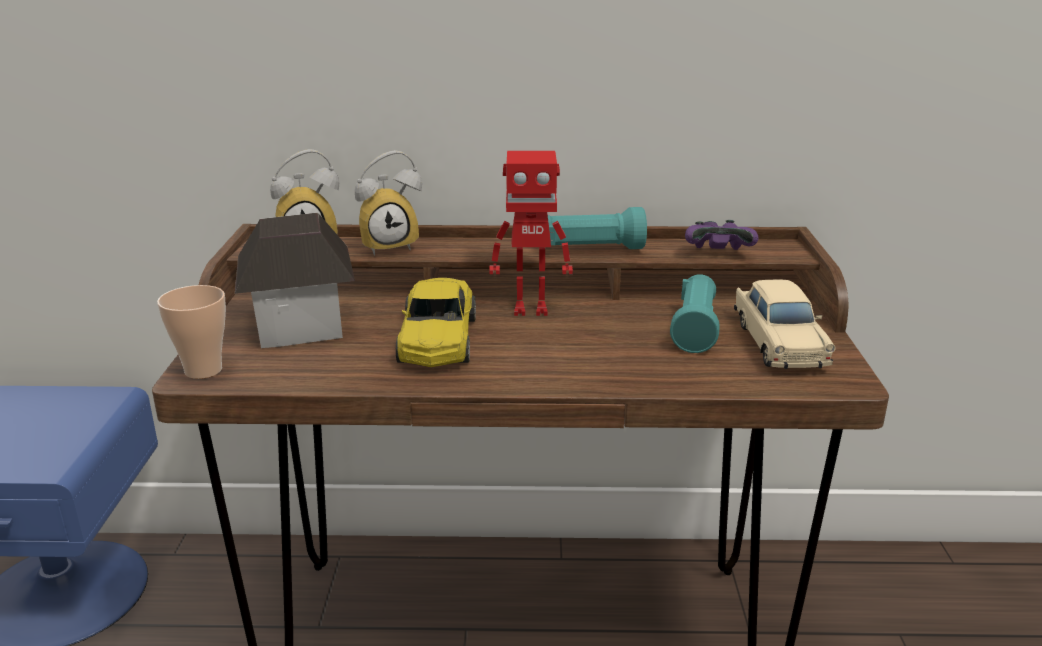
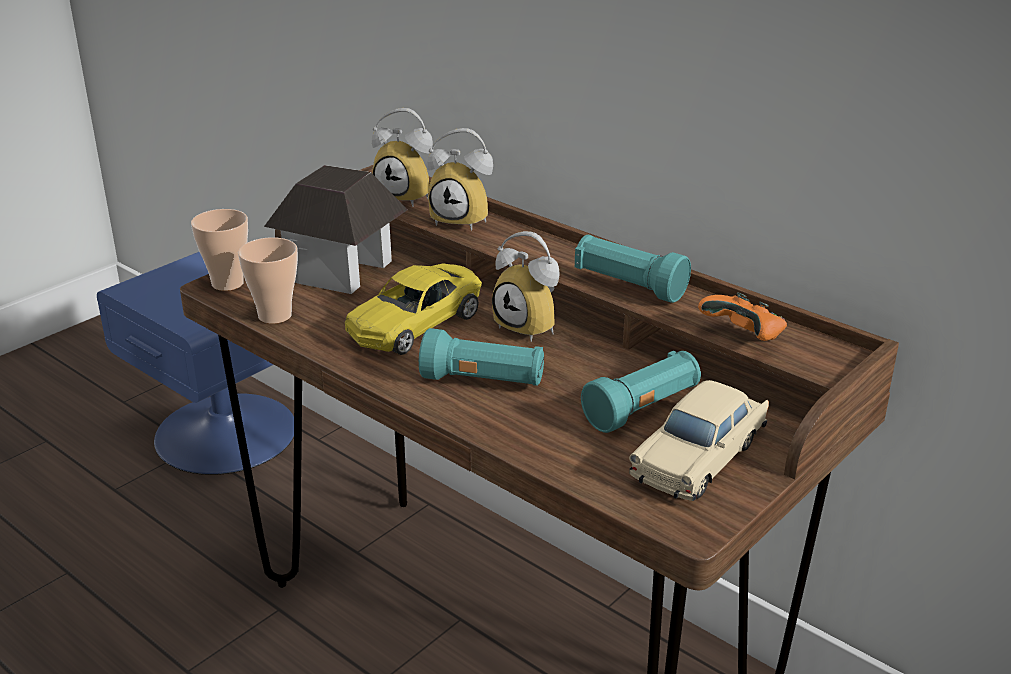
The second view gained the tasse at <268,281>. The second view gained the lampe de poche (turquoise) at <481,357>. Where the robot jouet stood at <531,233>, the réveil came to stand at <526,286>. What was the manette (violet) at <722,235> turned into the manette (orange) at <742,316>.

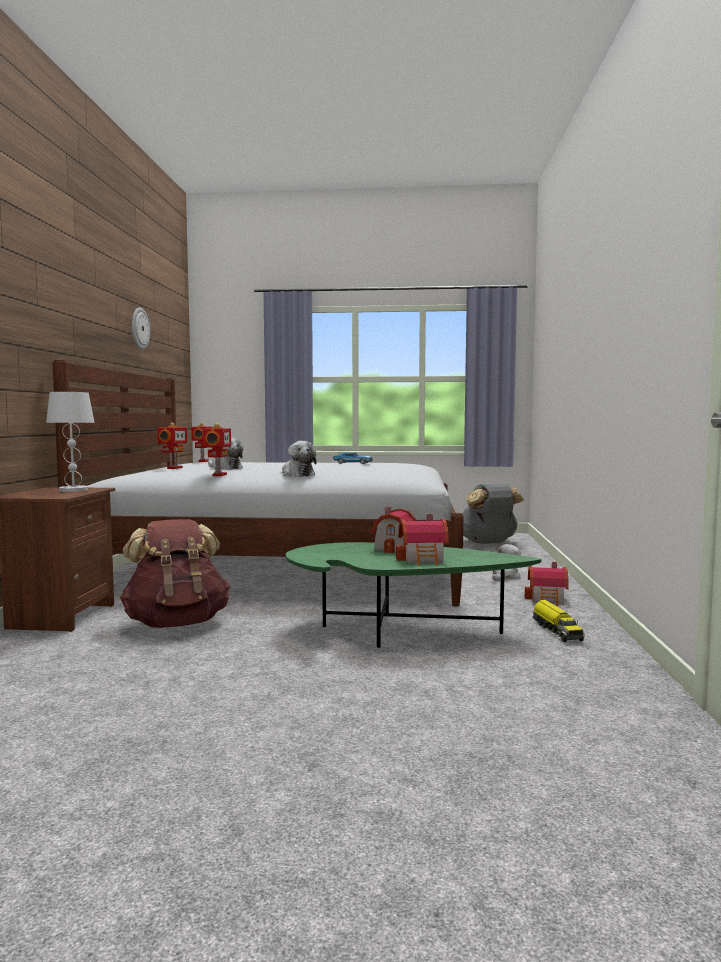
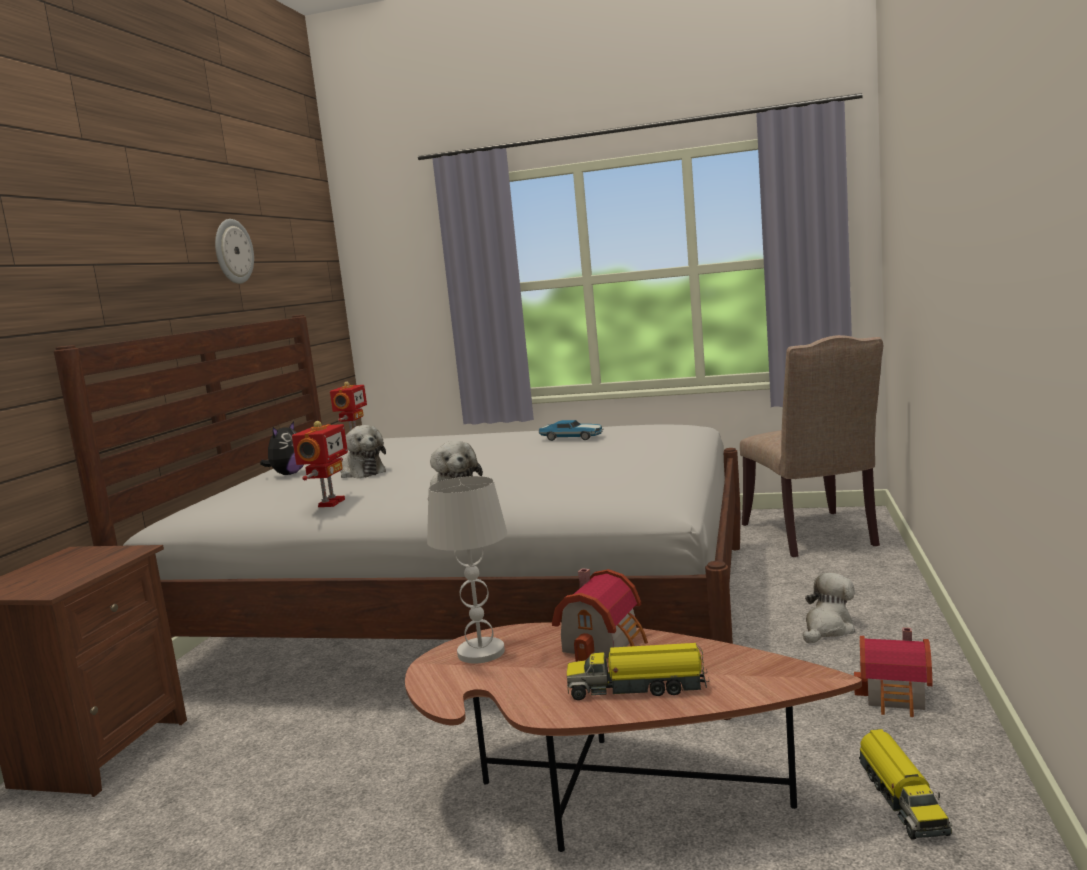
The second view lost the sac à dos (marron) at <175,573>. The lampe de table (blanc) ended up elsewhere, having gone from <70,442> to <467,570>. Where the robot jouet stood at <172,446>, the peluche came to stand at <281,448>. Where the maison miniature stood at <422,540>, the camion jouet came to stand at <638,671>. Where the sac à dos (gris) stood at <493,513>, the chaise (beige) came to stand at <812,446>. What was the table basse (vert) at <413,595> turned into the table basse (marron) at <633,737>.

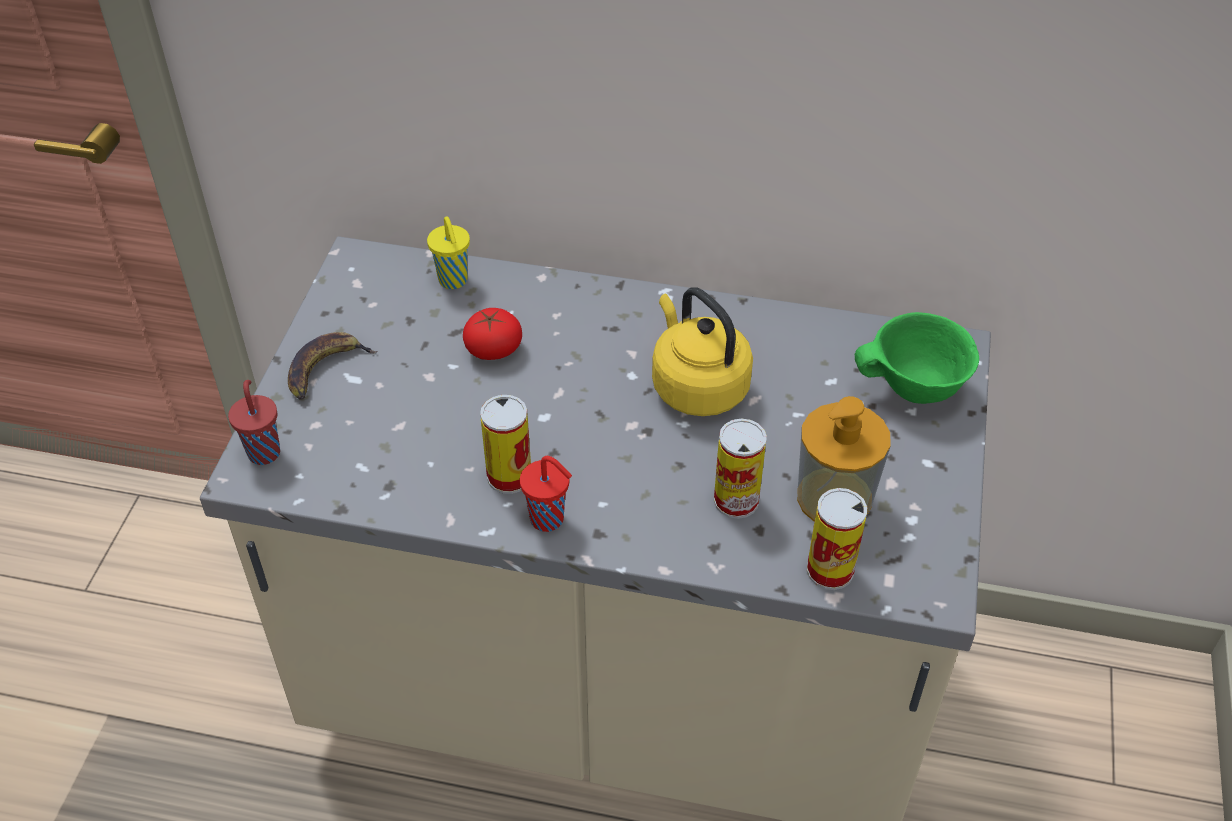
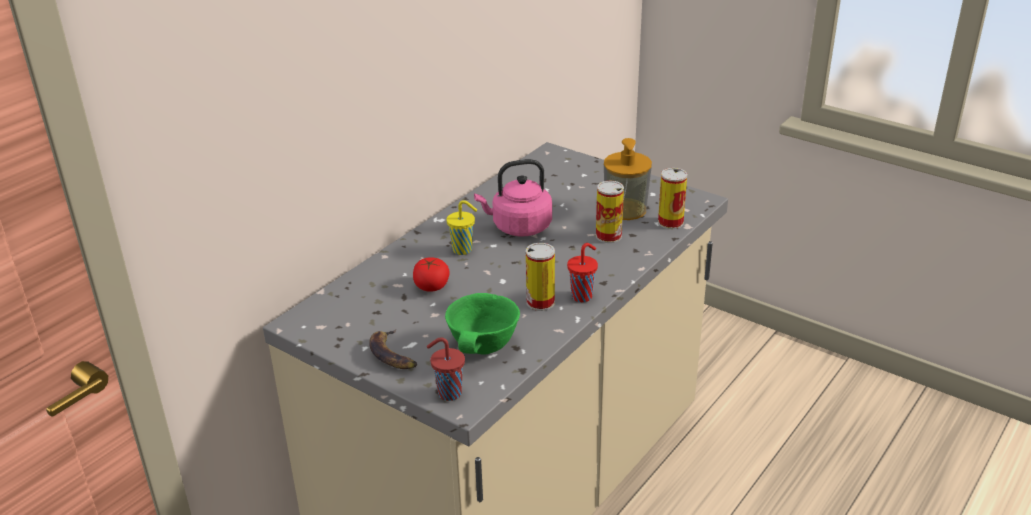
The tasse (jaune) ended up elsewhere, having gone from <448,252> to <462,227>. The bol (vert) ended up elsewhere, having gone from <917,358> to <482,324>. What was the bouilloire (jaune) at <702,351> turned into the bouilloire (rose) at <513,197>.

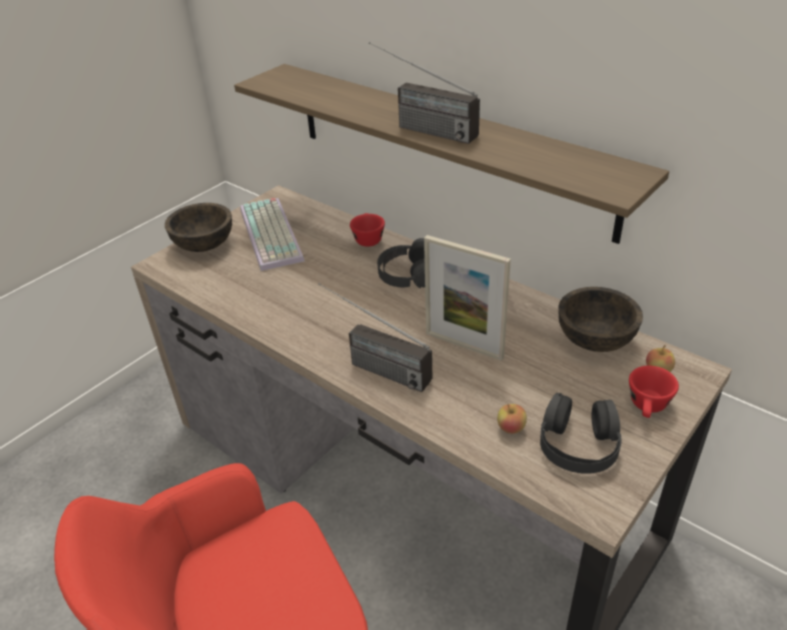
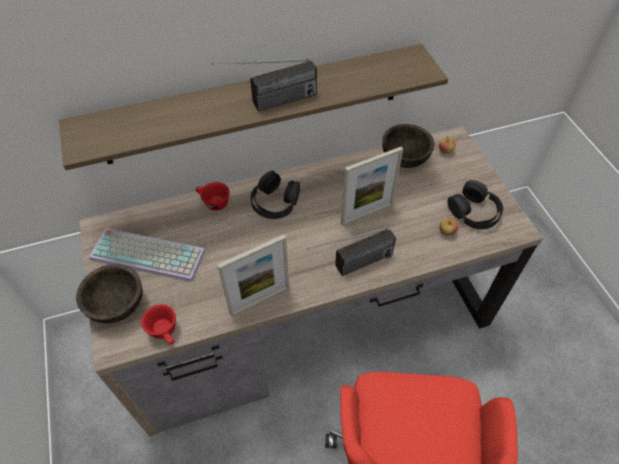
The second view gained the cadre photo at <253,275>. The tasse (rouge) ended up elsewhere, having gone from <654,392> to <158,324>.

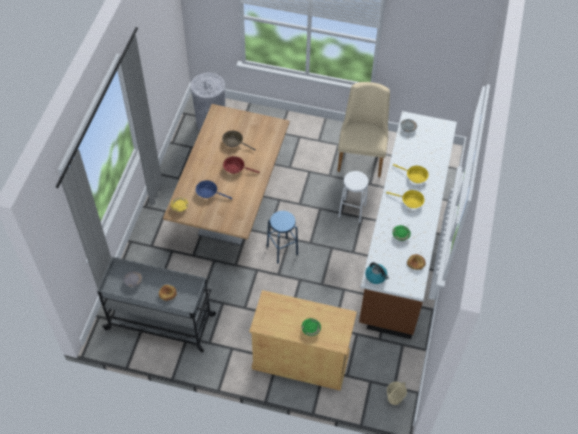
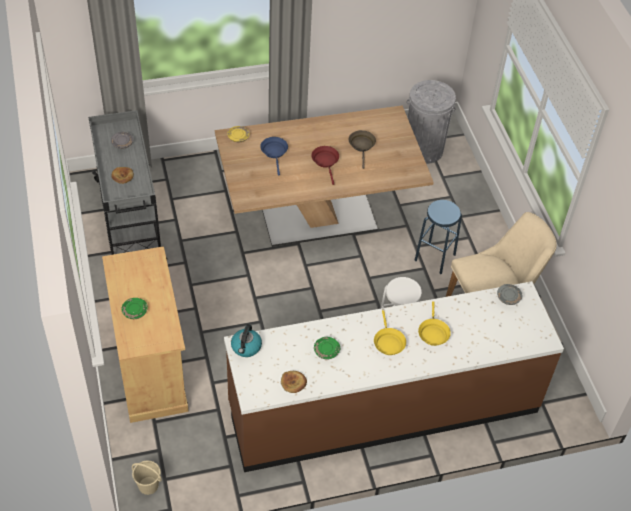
The tabouret (bleu) ended up elsewhere, having gone from <282,237> to <438,237>.

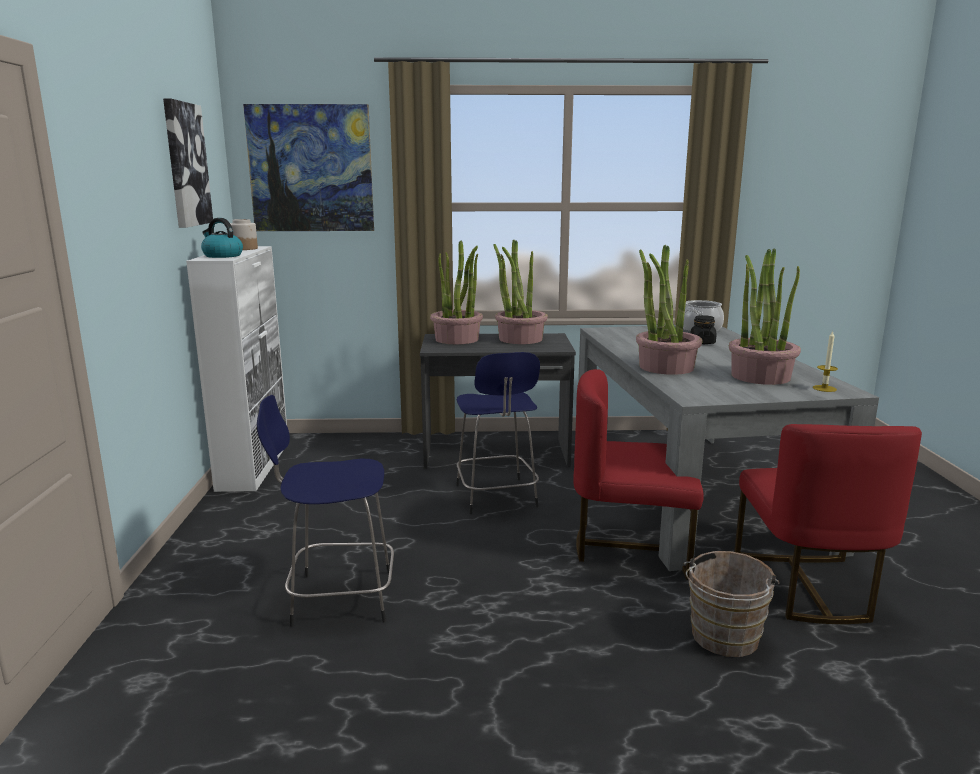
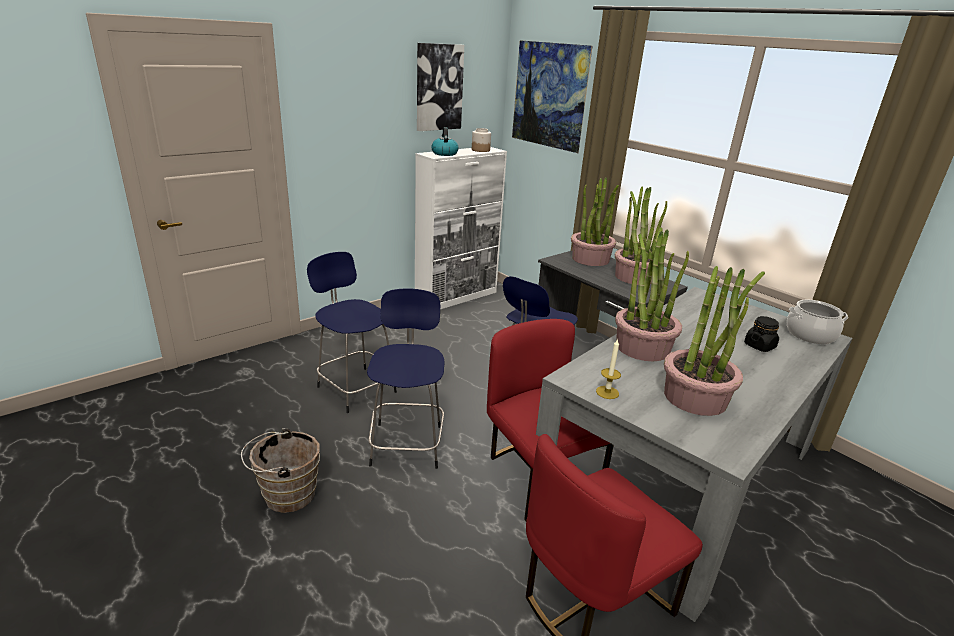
The second view gained the tabouret (bleu) at <406,378>. The seau (marron) ended up elsewhere, having gone from <731,604> to <280,470>. The bougie ended up elsewhere, having gone from <825,361> to <608,369>.

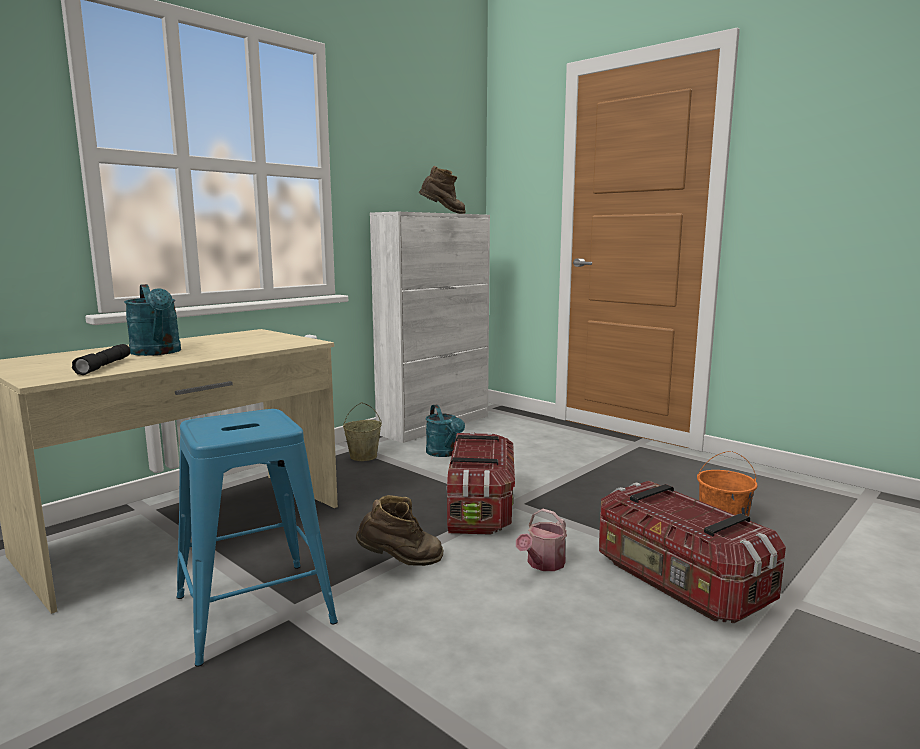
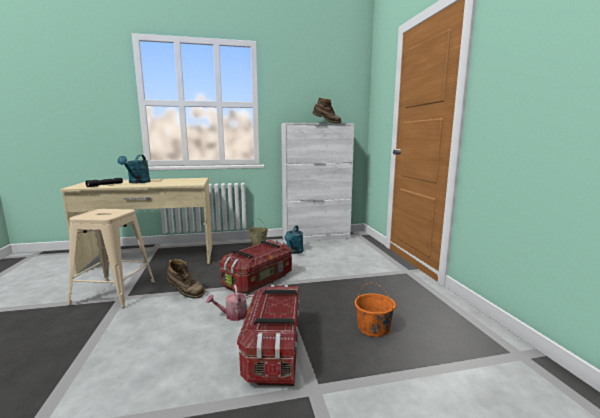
What was the tabouret (bleu) at <257,538> turned into the tabouret (beige) at <111,258>.

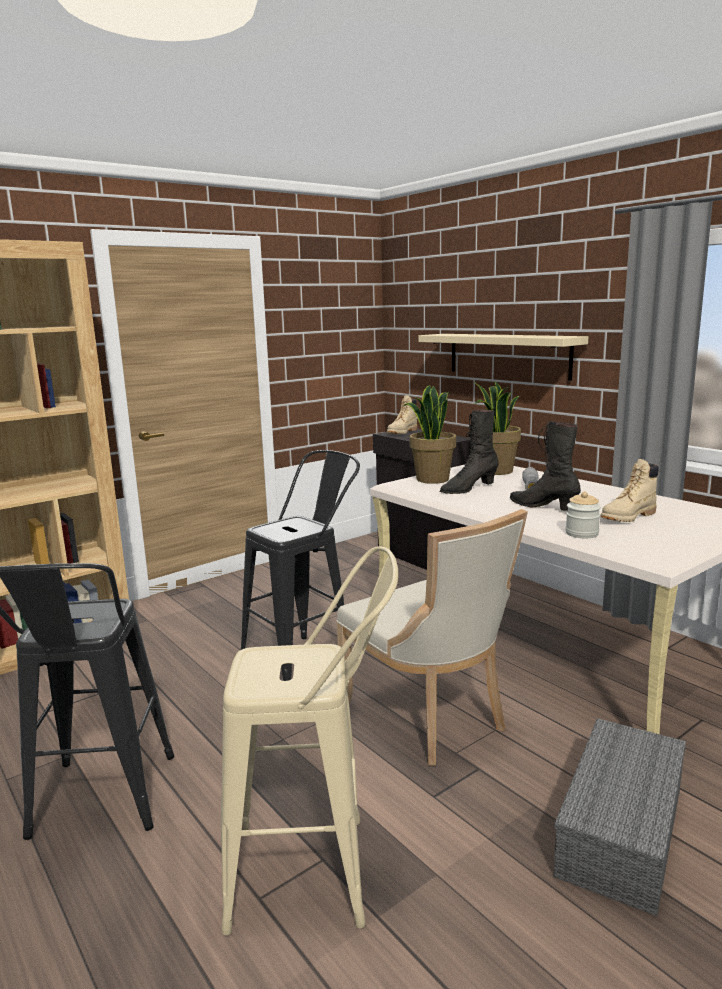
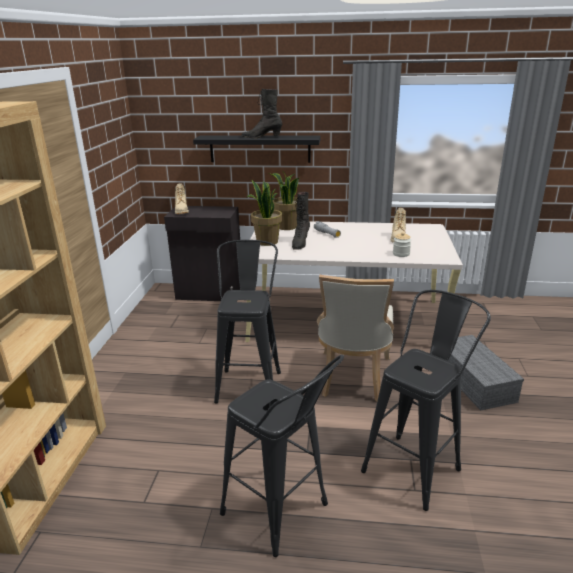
The botte (noir) ended up elsewhere, having gone from <545,466> to <262,113>. What was the tabouret (beige) at <309,740> turned into the tabouret (noir) at <426,400>. What was the étagère (beige) at <503,357> turned into the étagère (noir) at <257,149>. The chaise (beige) at <432,637> ended up facing another way, 90 degrees clockwise from before.

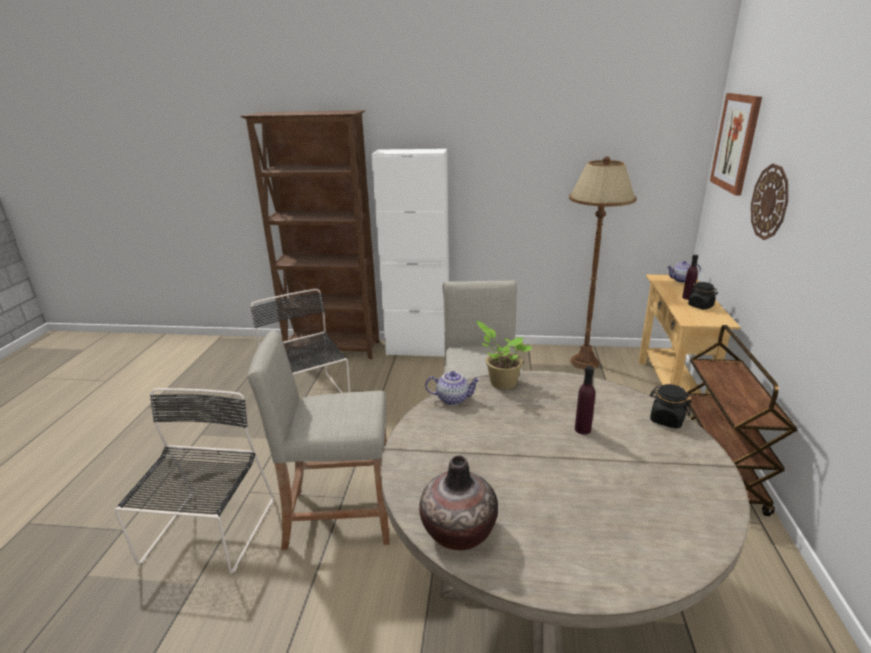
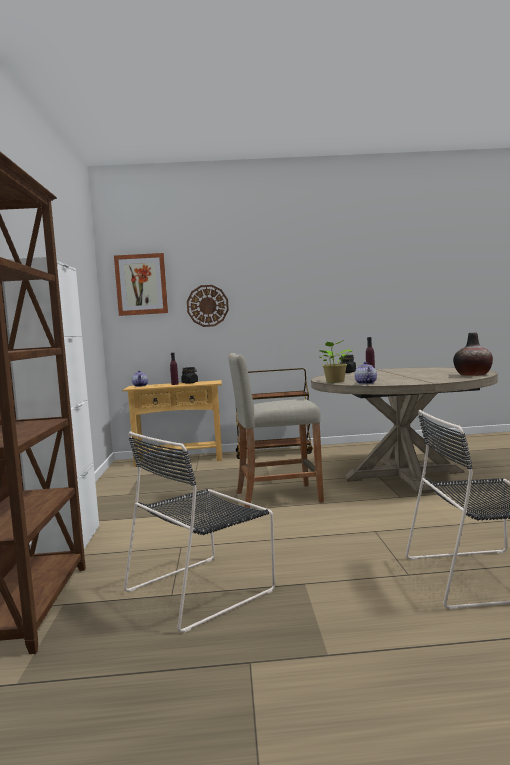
The second view lost the tabouret (beige) at <319,440>. The second view lost the lampadaire (marron) at <603,263>.

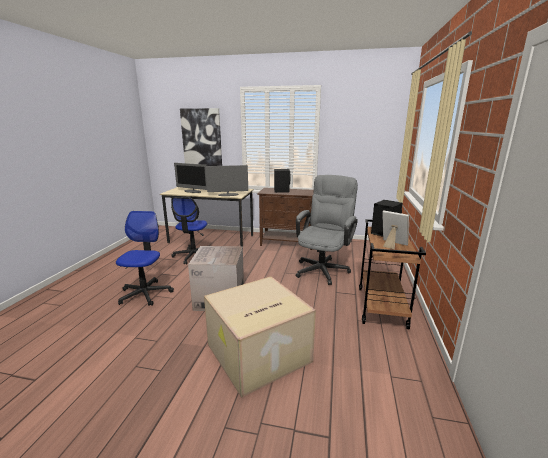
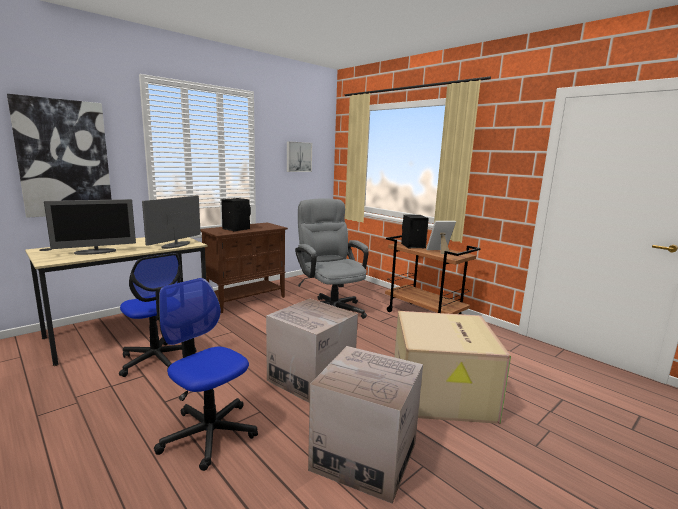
The second view gained the tableau at <299,156>. The second view gained the carton at <365,425>.

